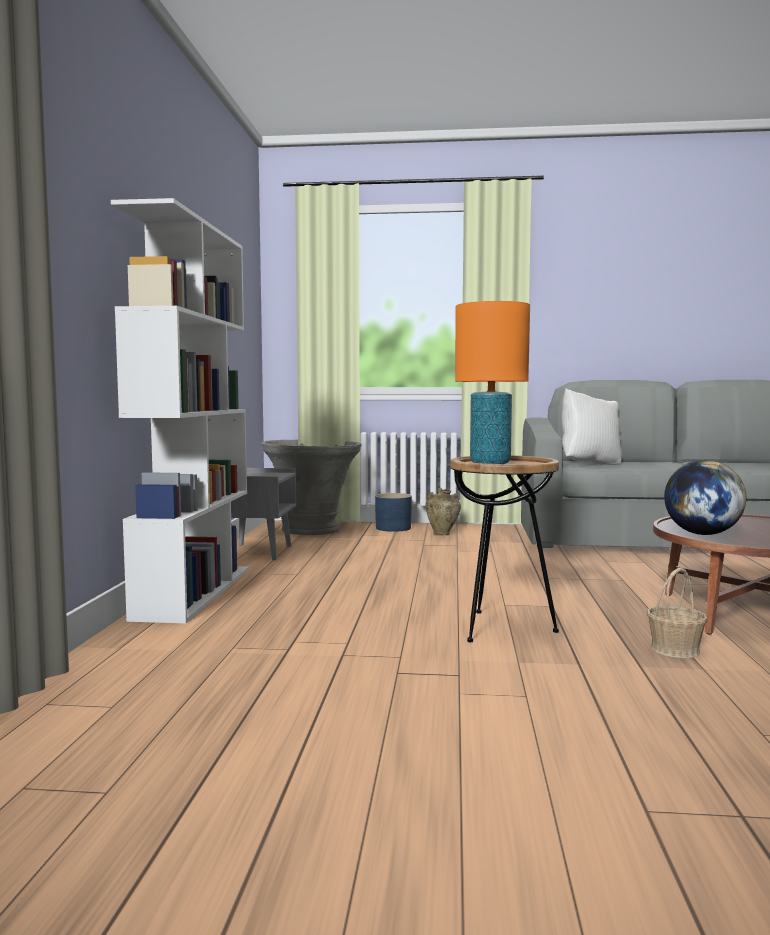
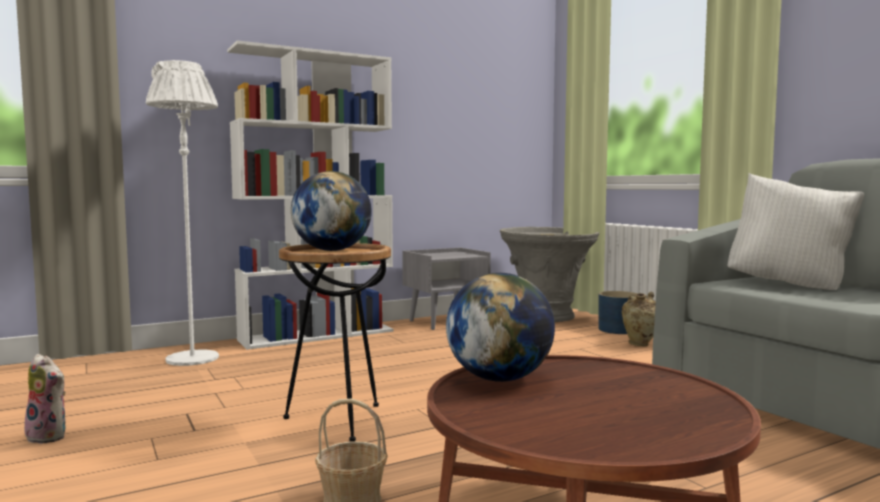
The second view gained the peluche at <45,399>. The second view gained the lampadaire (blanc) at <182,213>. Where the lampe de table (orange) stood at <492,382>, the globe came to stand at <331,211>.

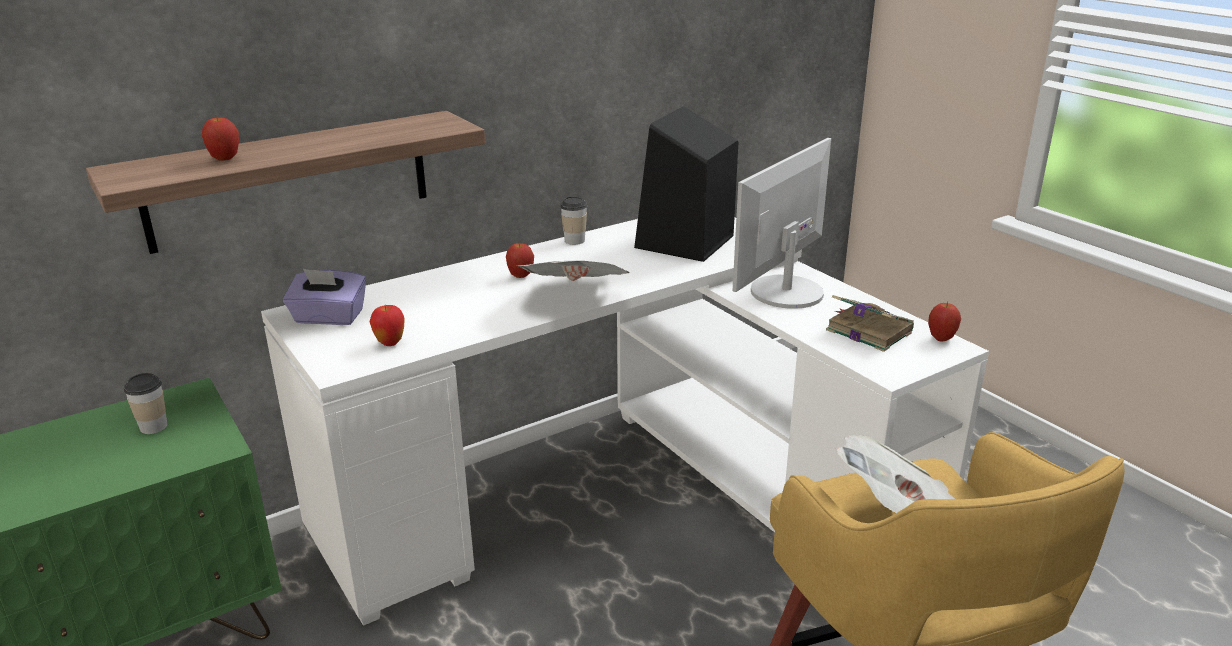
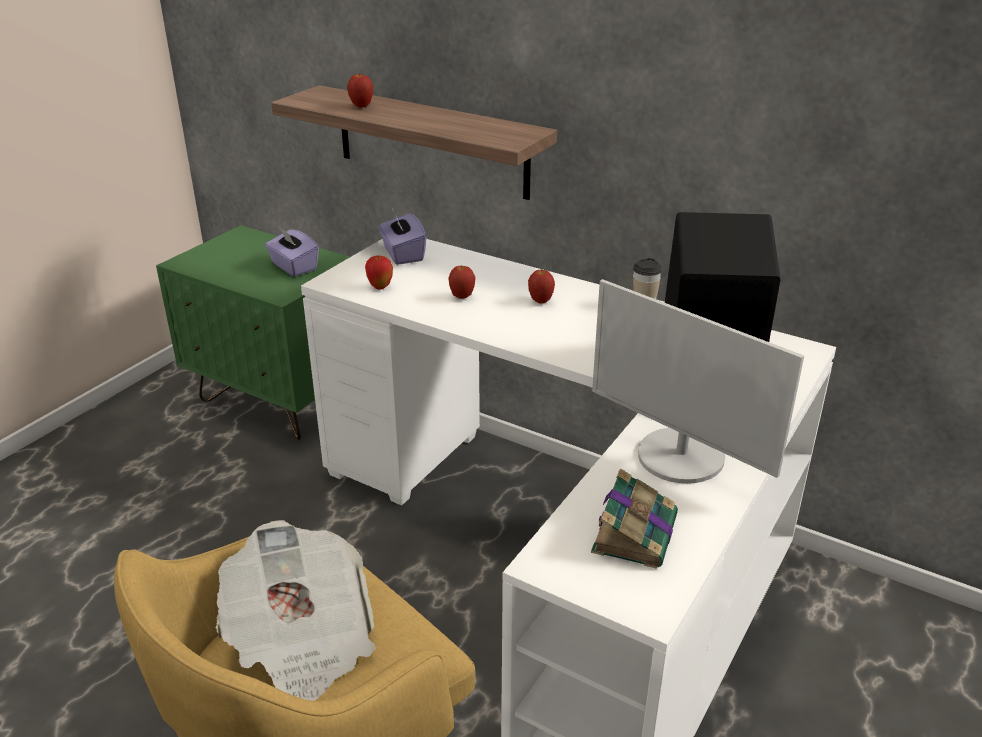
The second view lost the journal at <573,271>. The pomme ended up elsewhere, having gone from <944,321> to <462,282>. Where the tasse stood at <145,403>, the boîte à mouchoirs (violet) came to stand at <292,252>. The écran d'ordinateur at <781,223> ended up facing another way, 150 degrees counterclockwise from before.

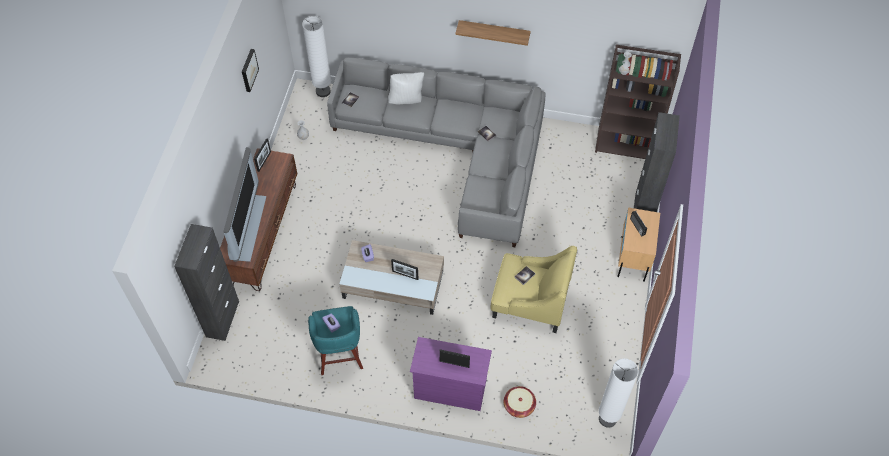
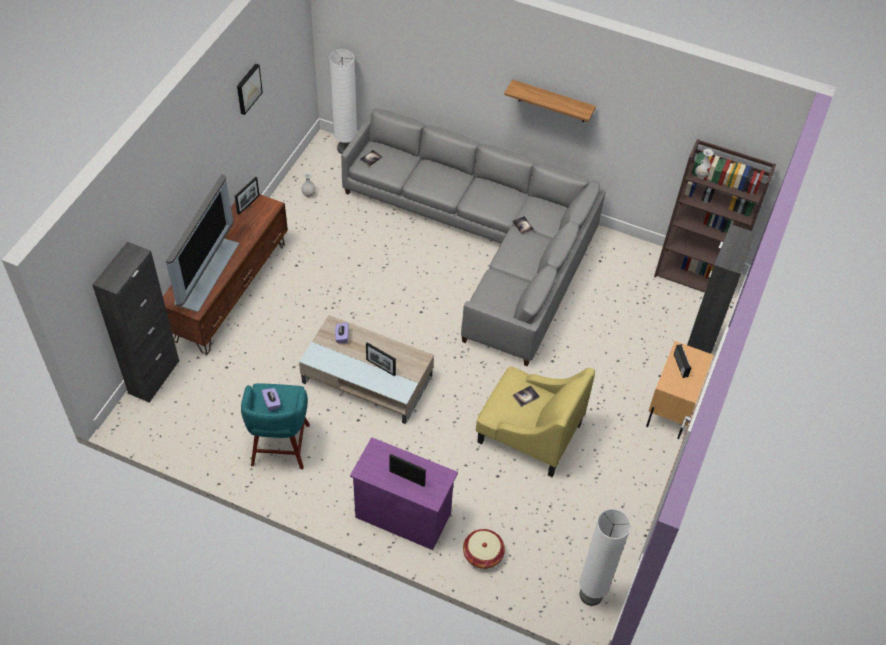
The second view lost the coussin (blanc) at <406,88>.

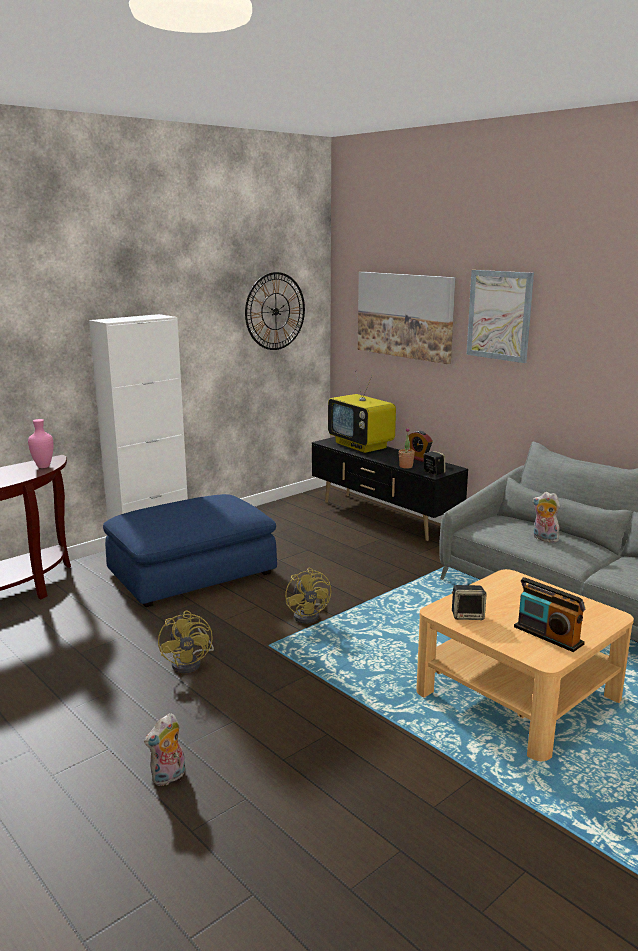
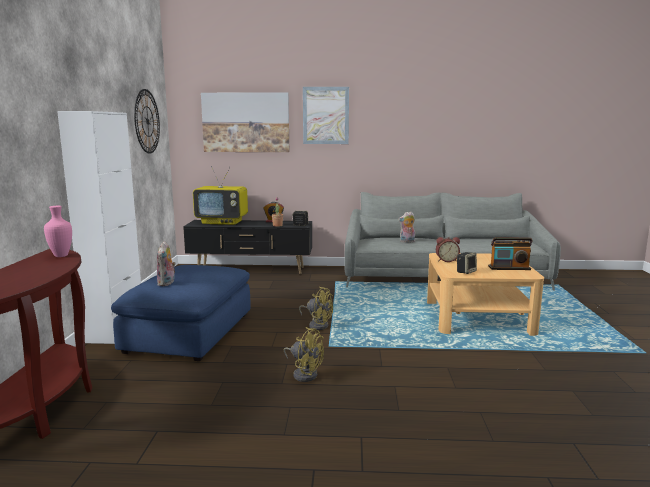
The second view gained the réveil at <448,249>. The peluche ended up elsewhere, having gone from <164,749> to <166,263>.

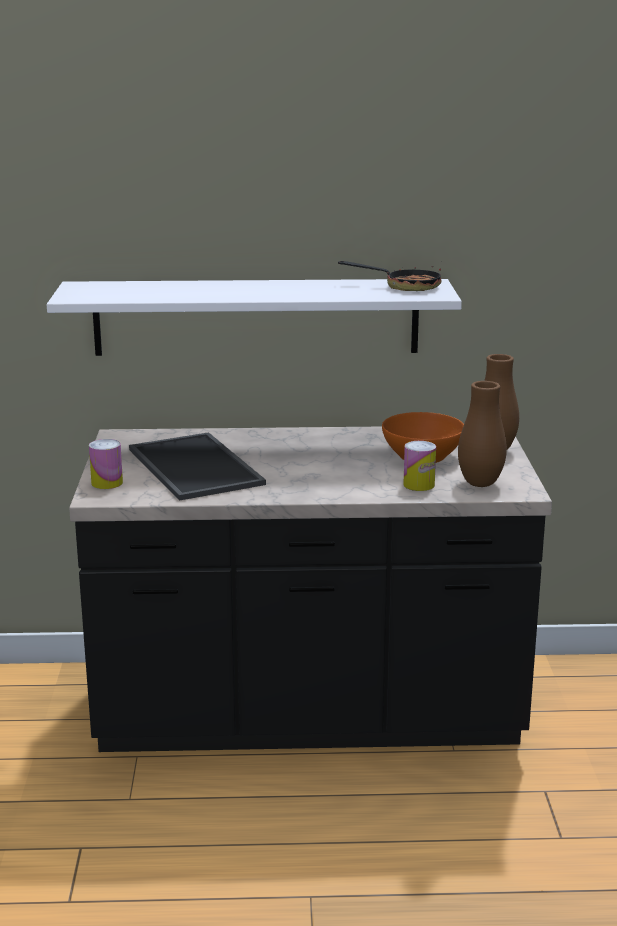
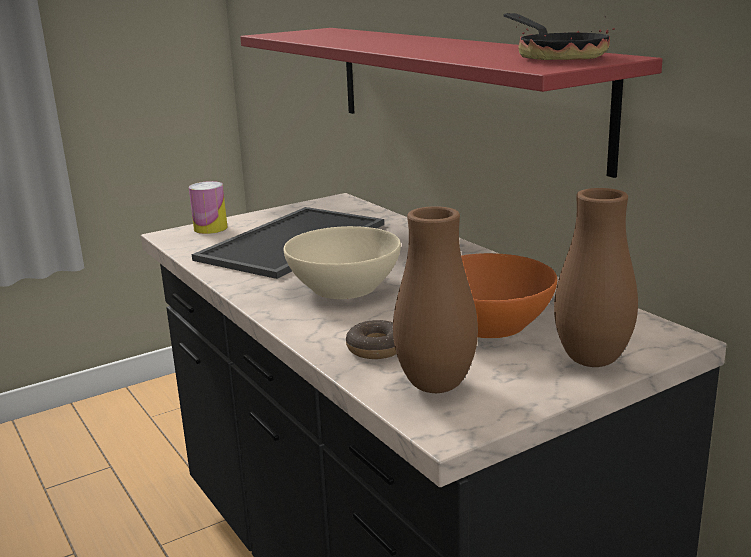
The second view gained the bol (beige) at <342,262>. Where the boîte métallique stood at <419,466>, the beignet came to stand at <371,339>. What was the étagère (blanc) at <254,317> turned into the étagère (rouge) at <451,103>.

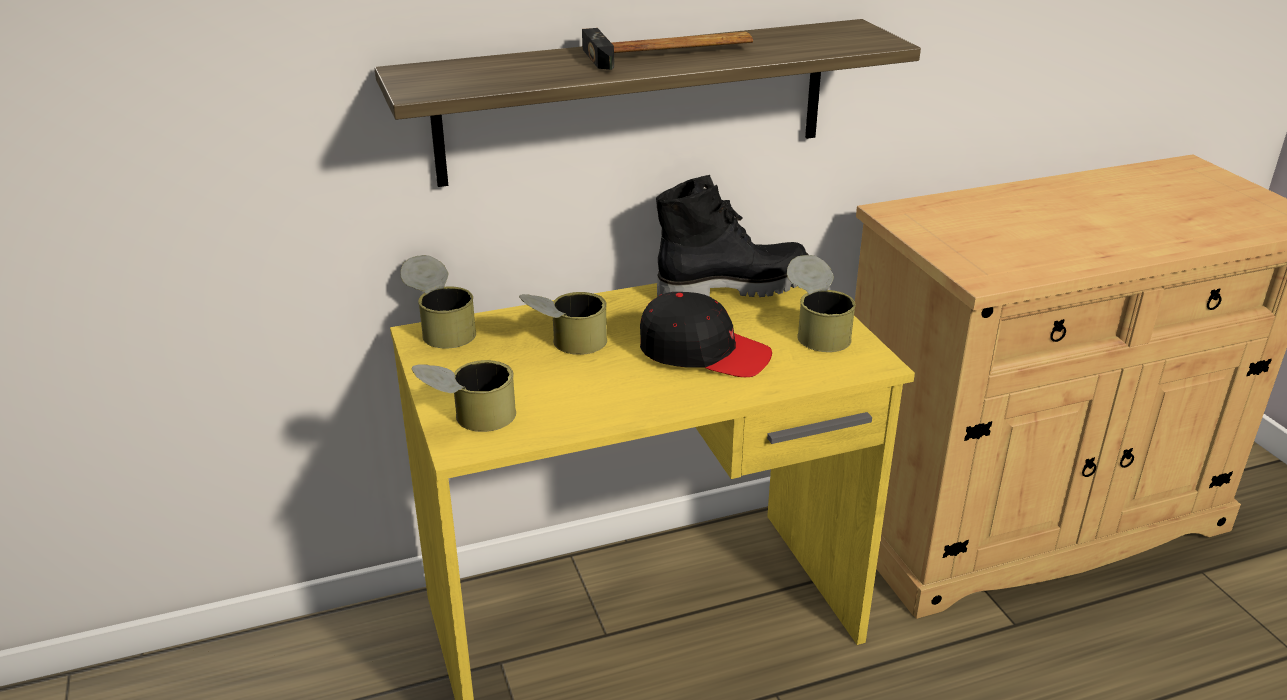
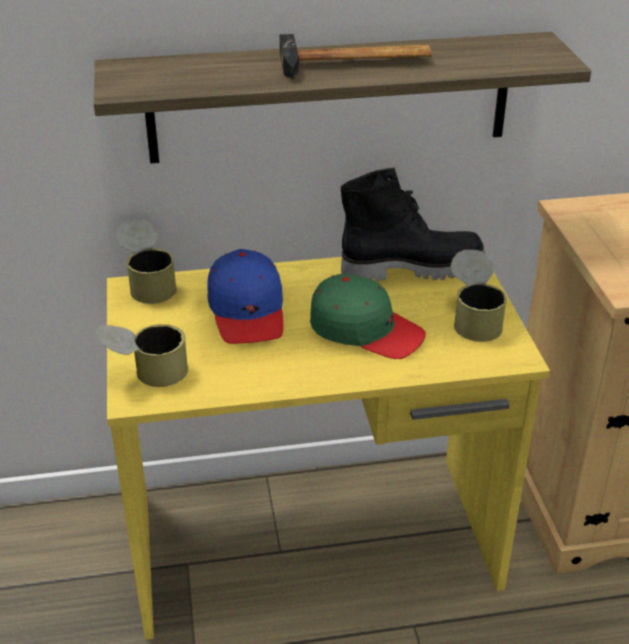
Where the boîte métallique stood at <563,323>, the casquette (bleu) came to stand at <245,296>. What was the casquette (noir) at <706,334> turned into the casquette (vert) at <368,316>.

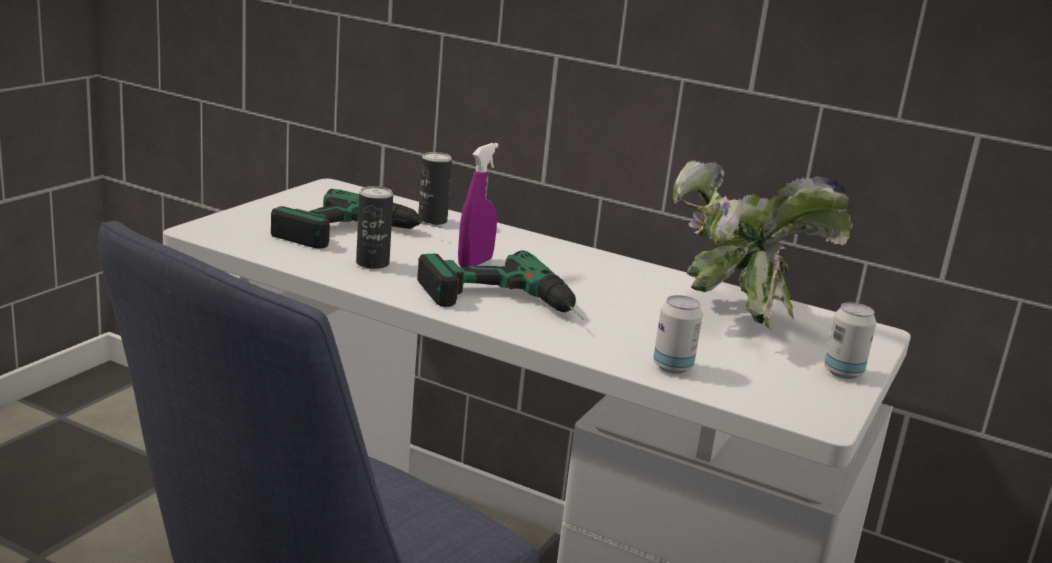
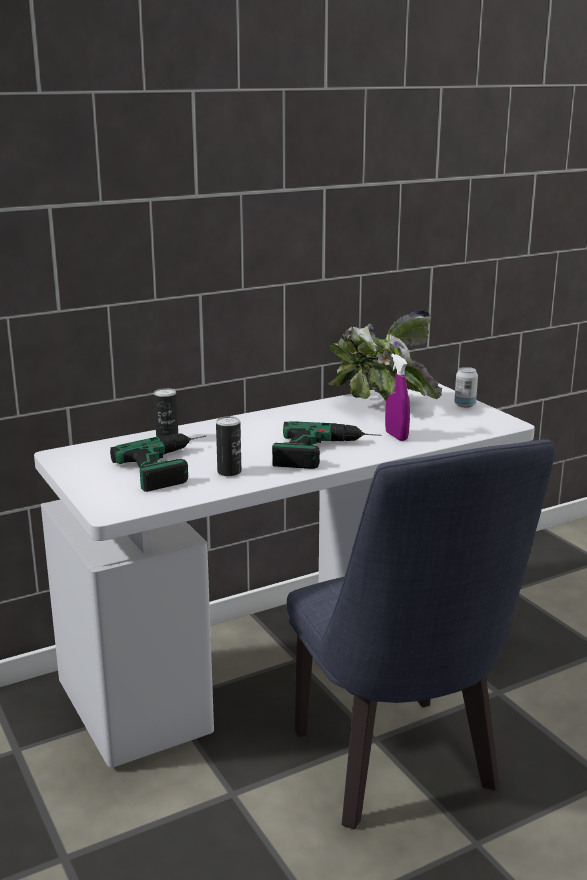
The second view lost the boîte métallique at <678,334>. The vaporisateur (violet) ended up elsewhere, having gone from <478,205> to <397,397>.

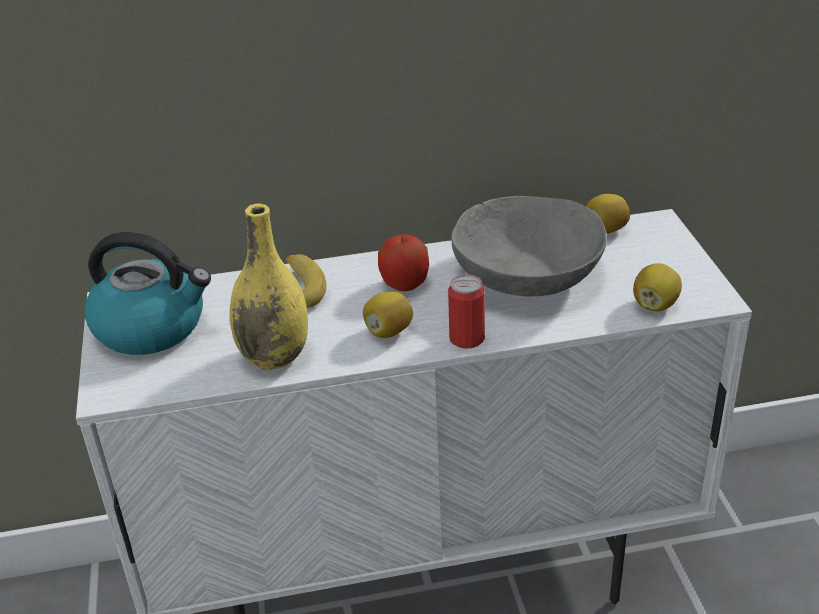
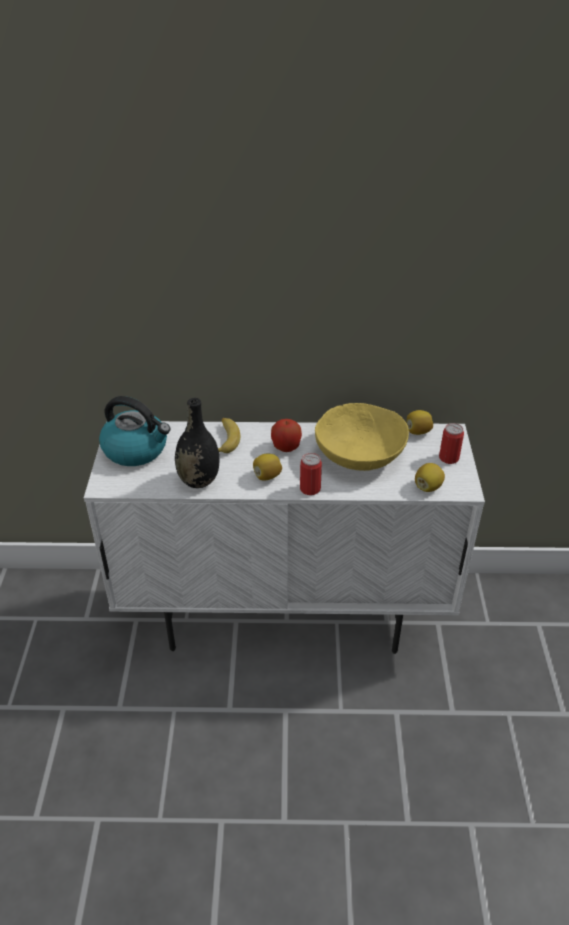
The second view gained the boîte métallique at <451,443>. What was the vase (jaune) at <269,287> turned into the vase (noir) at <197,443>. What was the bol (gris) at <529,246> turned into the bol (jaune) at <362,437>.

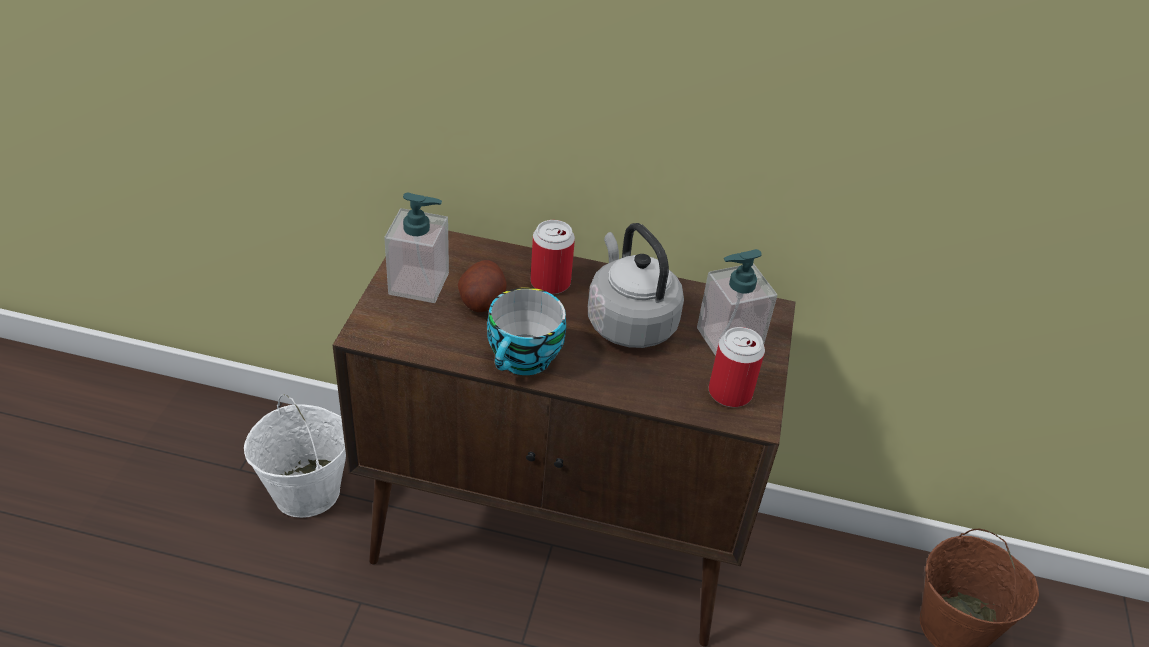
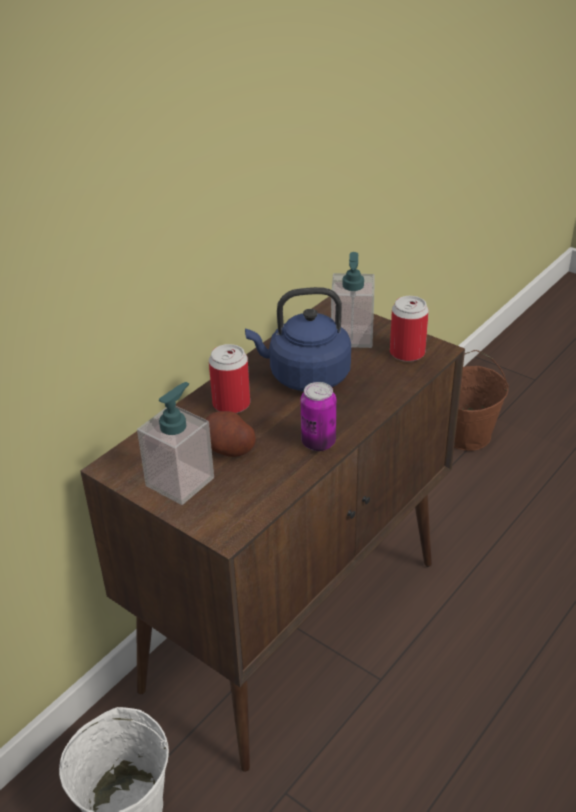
Where the tasse stood at <526,331>, the boîte métallique came to stand at <318,416>. What was the bouilloire (gris) at <636,285> turned into the bouilloire (bleu) at <298,339>.

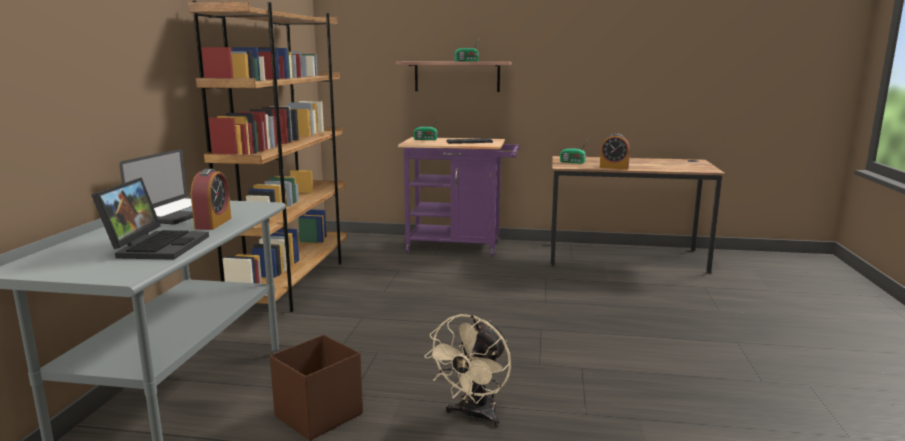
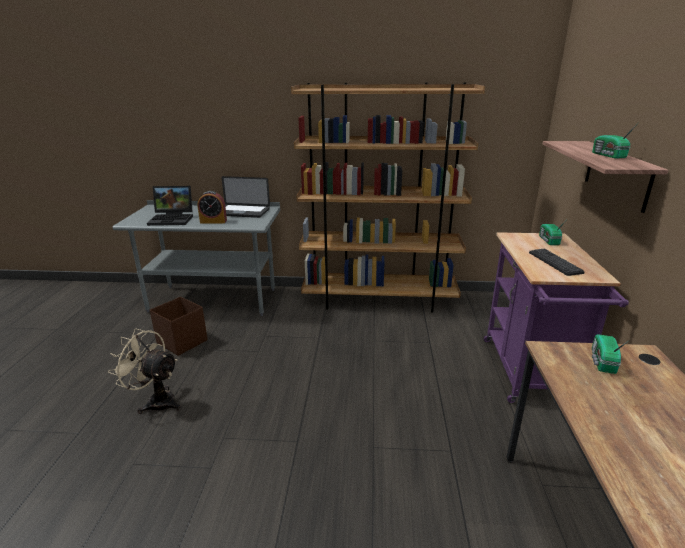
The second view lost the réveil at <615,151>.

